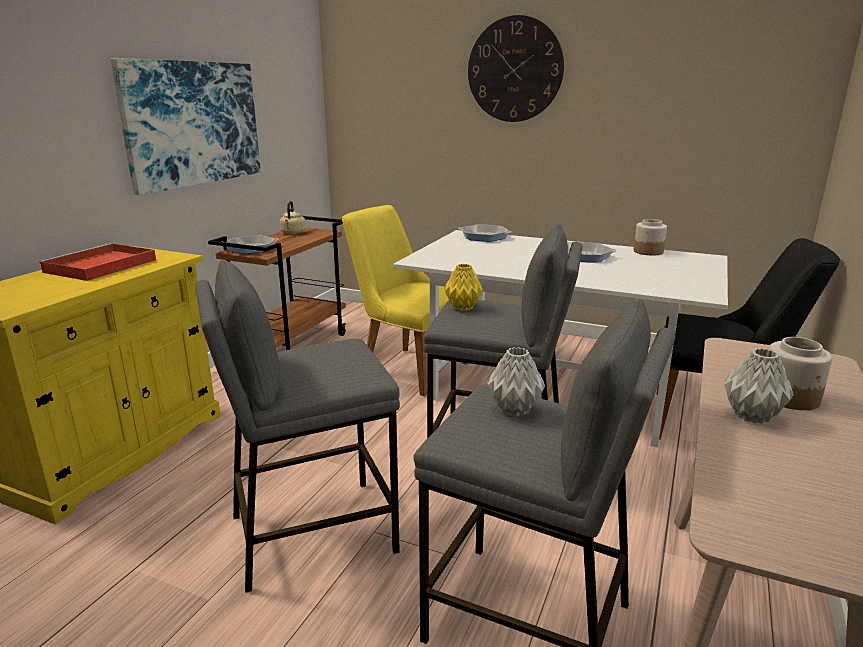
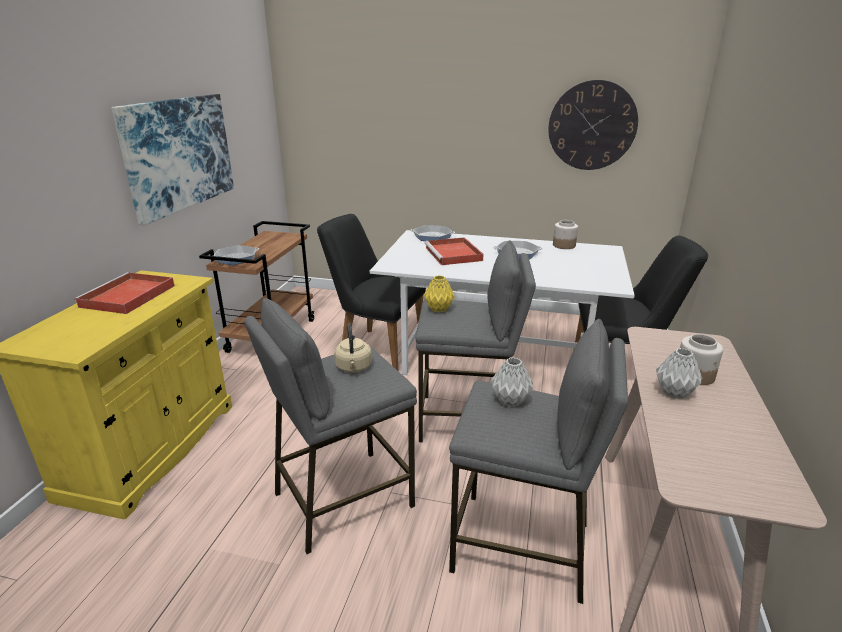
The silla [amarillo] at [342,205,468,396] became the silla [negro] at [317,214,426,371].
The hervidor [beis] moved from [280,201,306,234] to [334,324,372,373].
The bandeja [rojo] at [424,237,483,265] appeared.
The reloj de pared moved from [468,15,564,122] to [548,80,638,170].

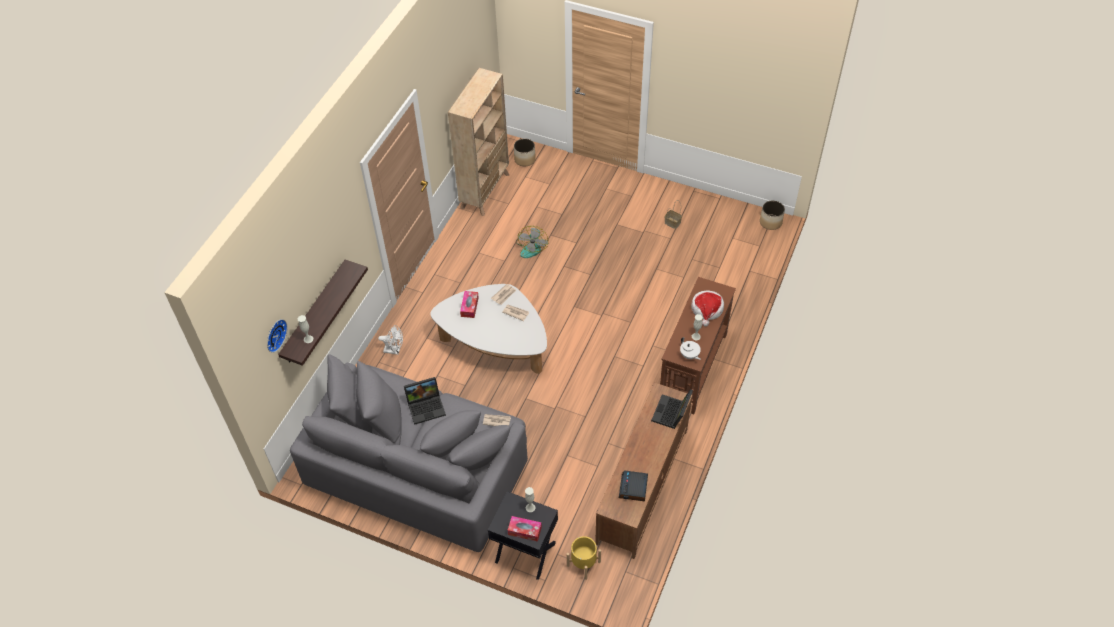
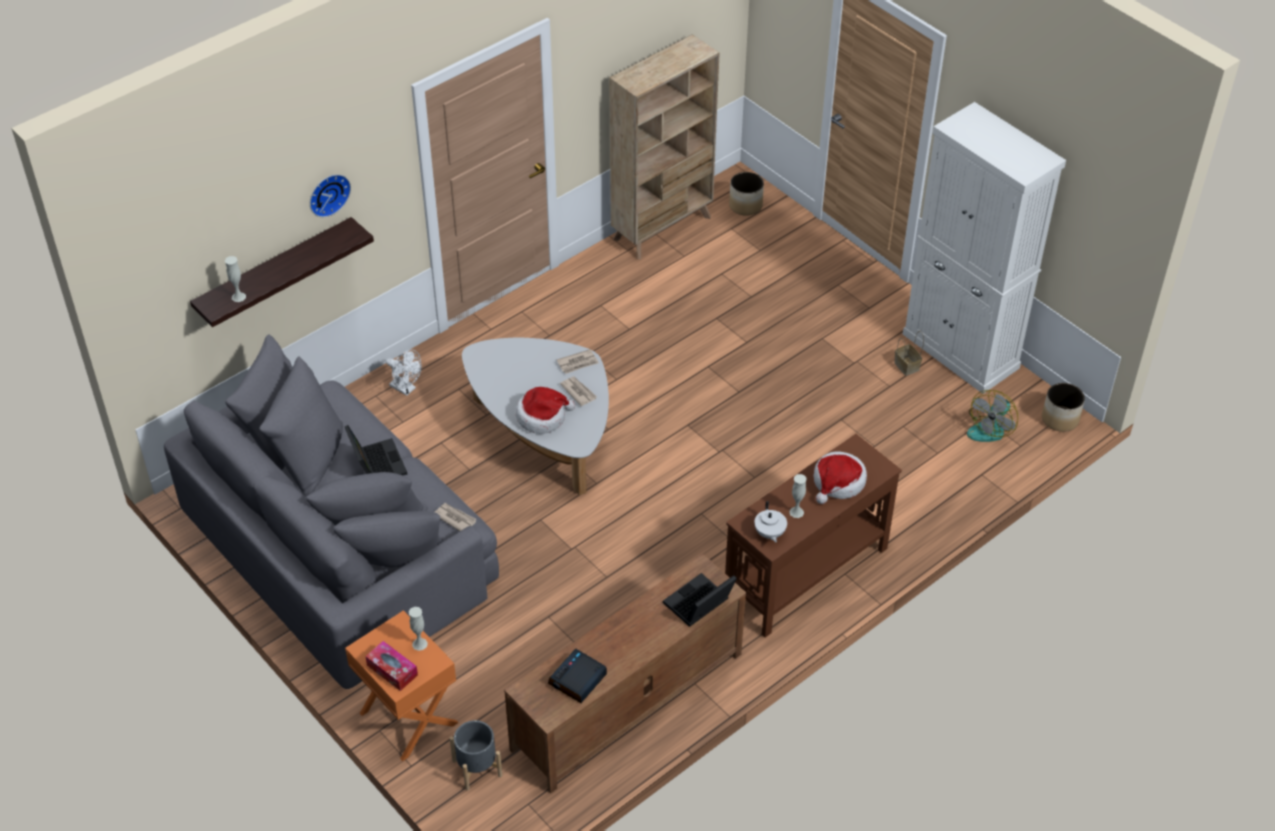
The reloj de pared moved from [267,319,287,353] to [310,174,351,217].
The portátil at [404,377,446,425] turned 120 degrees counterclockwise.
The mesa auxiliar [negro] at [488,491,558,580] became the mesa auxiliar [naranja] at [345,610,459,761].
The maceta [amarillo] at [567,536,601,580] became the maceta [gris] at [449,720,502,790].
The sombrero at [516,387,575,434] appeared.
The armario [blanco] at [903,102,1066,394] appeared.
The ventilador moved from [516,226,549,258] to [967,390,1018,442].
The caja de pañuelos at [460,291,479,318] disappeared.

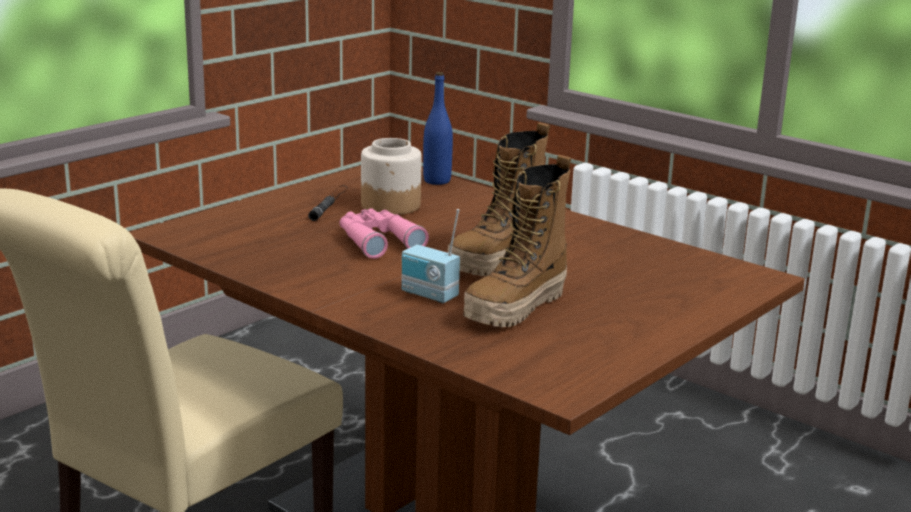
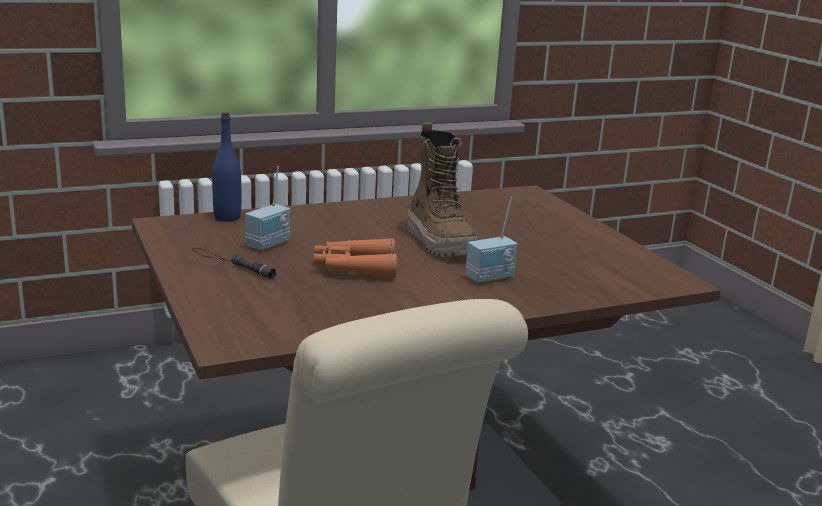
The tarro at [361,138,422,215] was replaced by the radio at [245,166,290,251].
The prismáticos [rosa] at [339,208,429,259] became the prismáticos [naranja] at [314,238,397,279].
The bota at [463,155,571,327] disappeared.

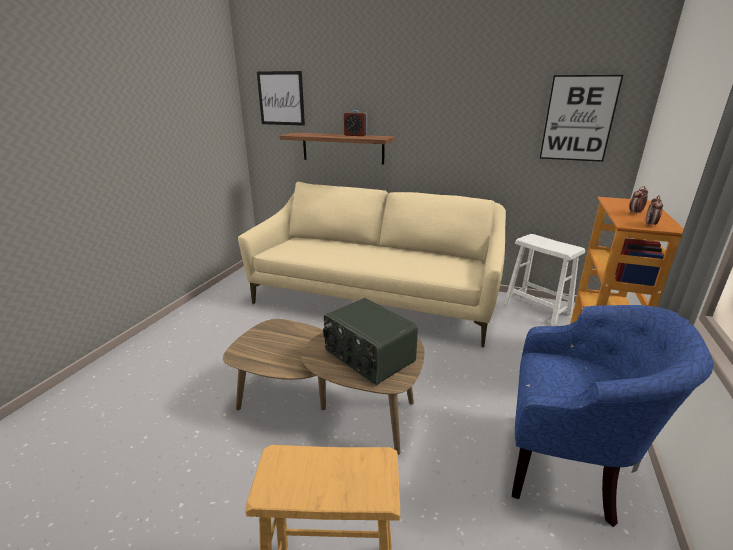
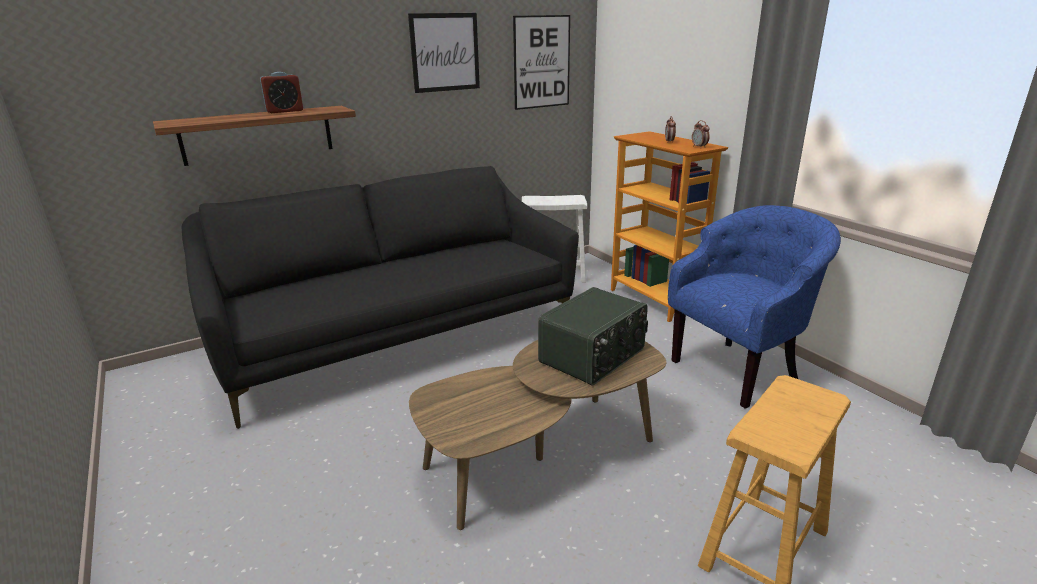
The sofá [beis] at [238,182,506,347] became the sofá [negro] at [181,166,579,429].
The cuadro moved from [257,71,305,126] to [408,13,480,93].
The radio at [323,298,418,385] turned 45 degrees counterclockwise.

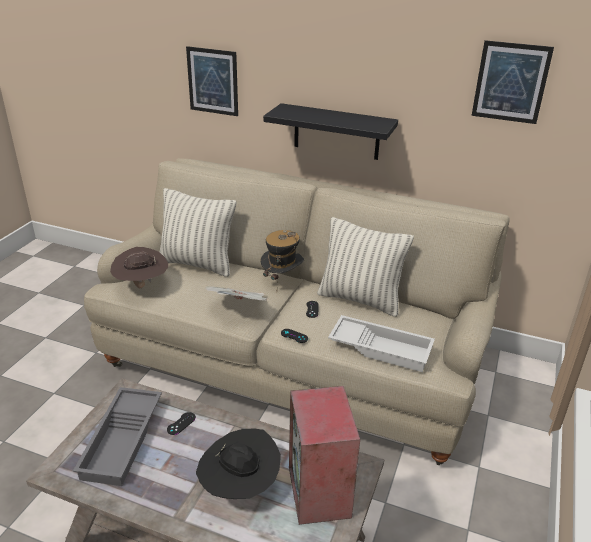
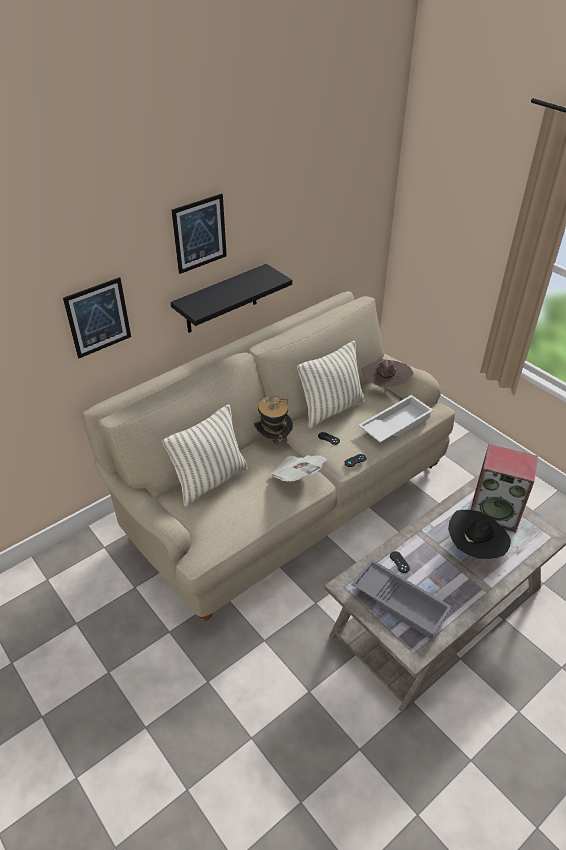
The cuadro moved from [472,40,554,124] to [171,193,227,274].
The sombrero [marrón] moved from [110,247,168,288] to [361,359,414,388].

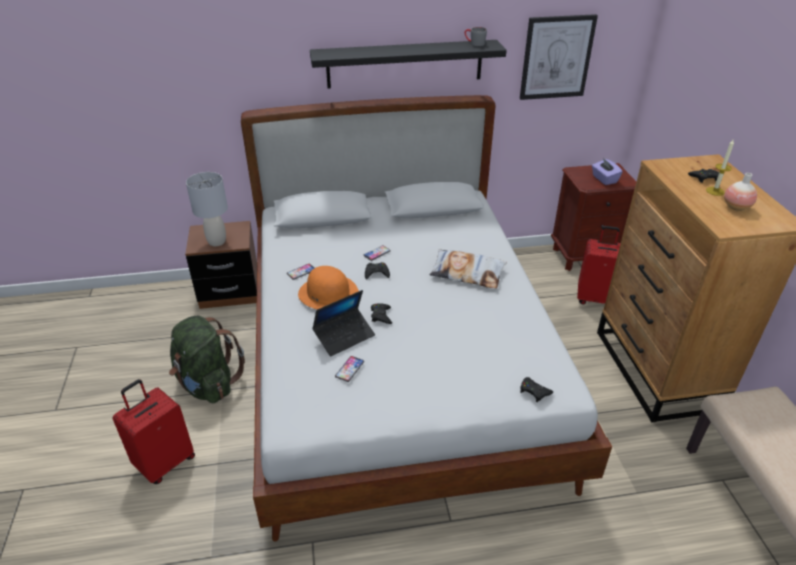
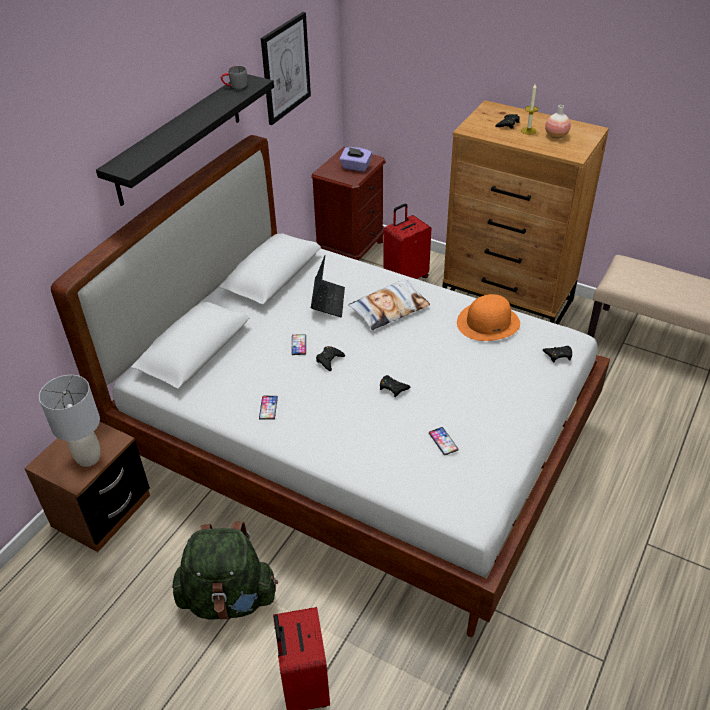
The portátil moved from [312,290,375,356] to [311,256,345,317].
The sombrero [naranja] moved from [298,266,359,309] to [457,294,520,341].

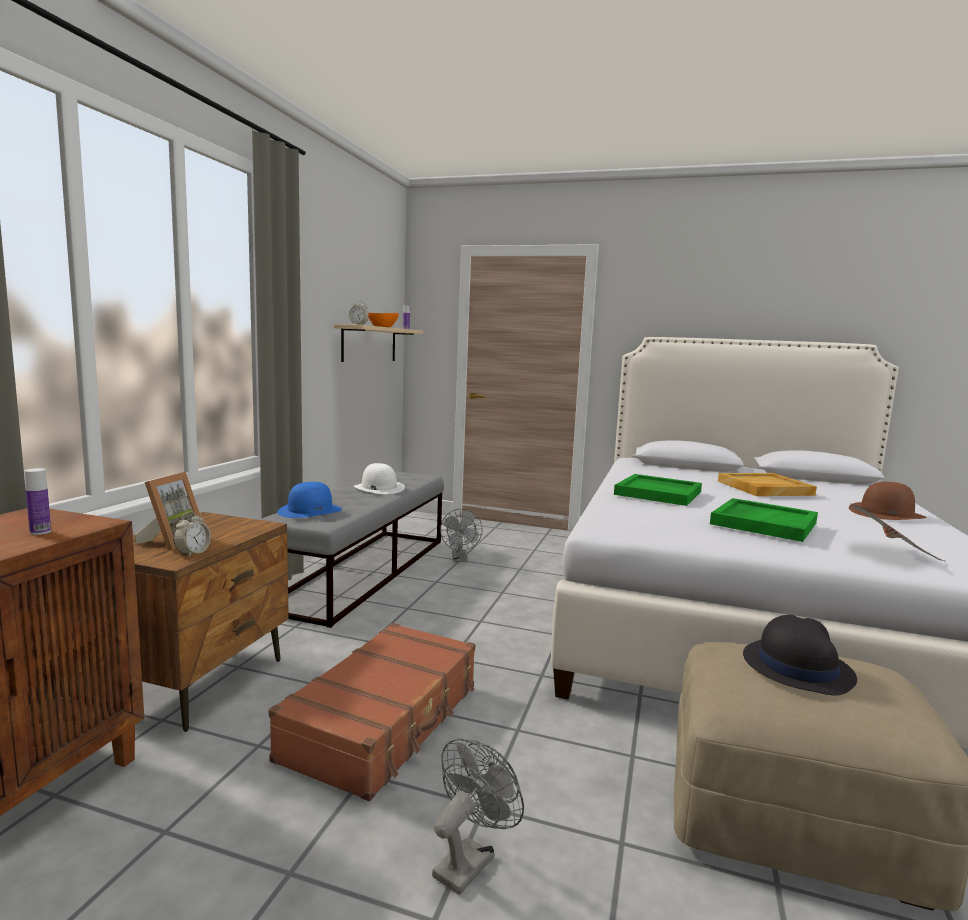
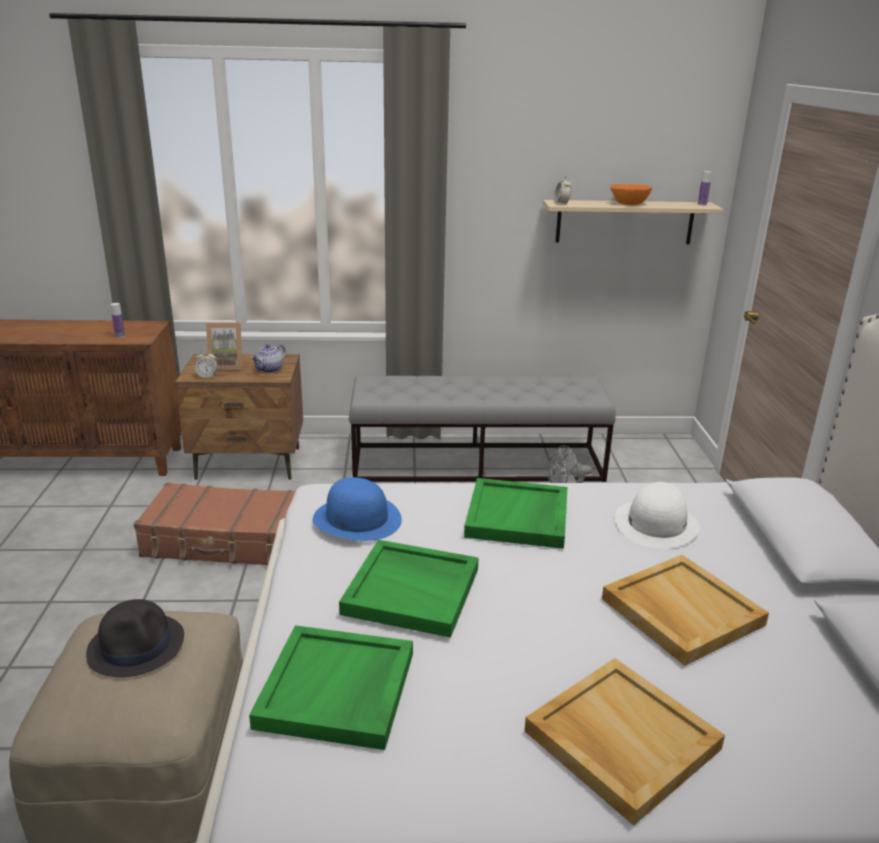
The periódico at [849,503,944,561] was replaced by the bandeja [verde] at [249,625,413,750].
The tetera at [251,344,286,373] appeared.
The sombrero [azul] moved from [278,482,342,518] to [313,477,402,541].
The sombrero [marrón] at [849,482,927,520] was replaced by the bandeja [beis] at [524,658,725,826].
The sombrero [blanco] moved from [354,463,405,494] to [615,482,700,549].
The ventilador [gris] at [432,738,524,895] disappeared.

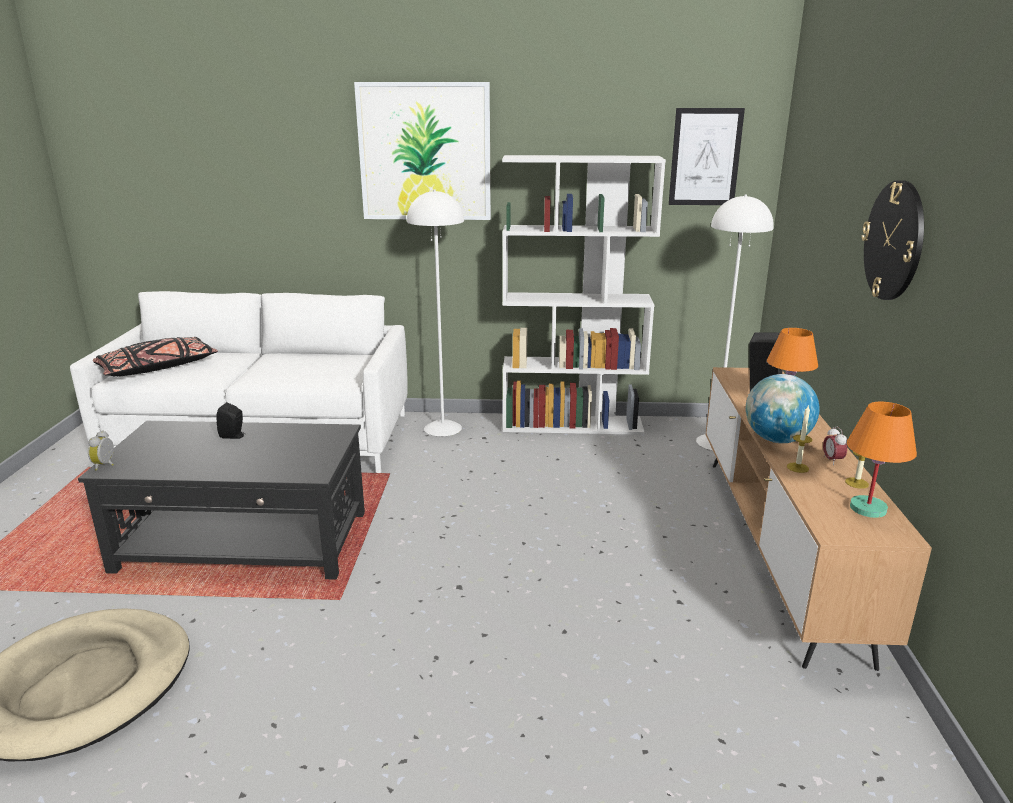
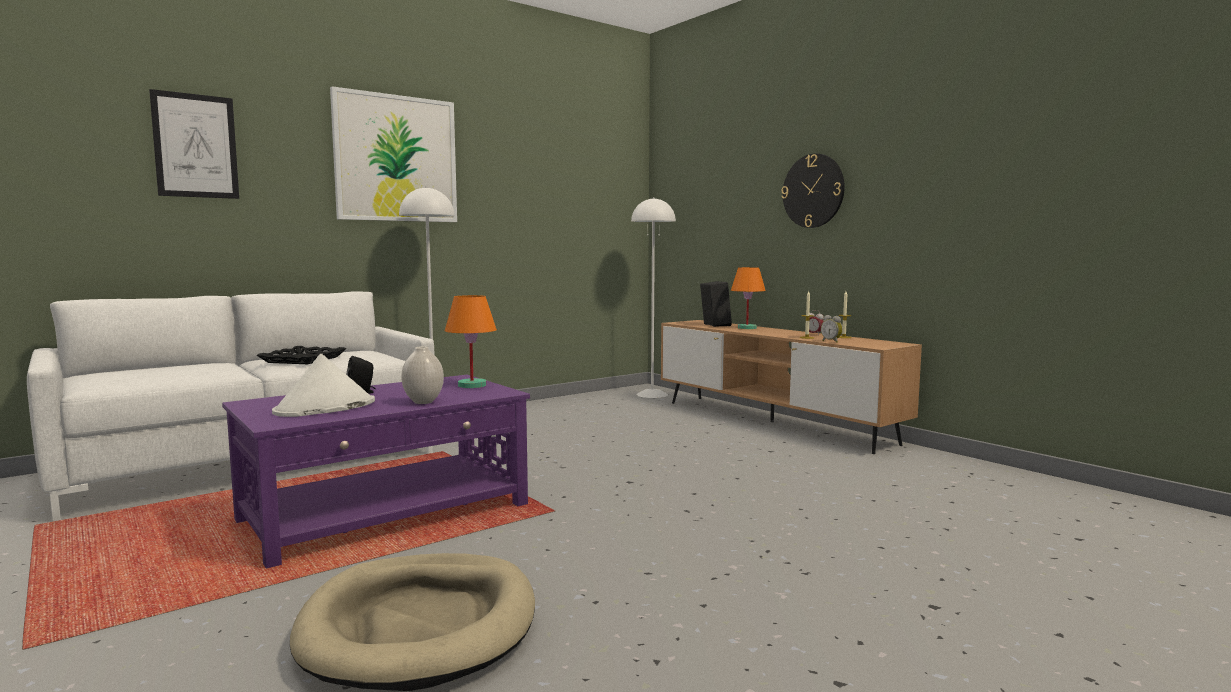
The cuadro moved from [669,108,745,205] to [149,89,239,199].
The mesa de centro [negro] at [78,421,365,580] became the mesa de centro [morado] at [222,375,530,569].
The bandeja [negro] at [256,346,347,364] appeared.
The sombrero [blanco] at [272,354,375,417] appeared.
The florero [blanco] at [401,346,444,404] appeared.
The lámpara de mesa [naranja] moved from [847,402,917,518] to [445,295,497,388].
The despertador moved from [88,430,114,470] to [821,315,843,343].
The cojín [negro] at [93,337,218,377] disappeared.
The estantería [blanco] at [502,155,666,435] disappeared.
The globo terráqueo at [746,374,820,443] disappeared.

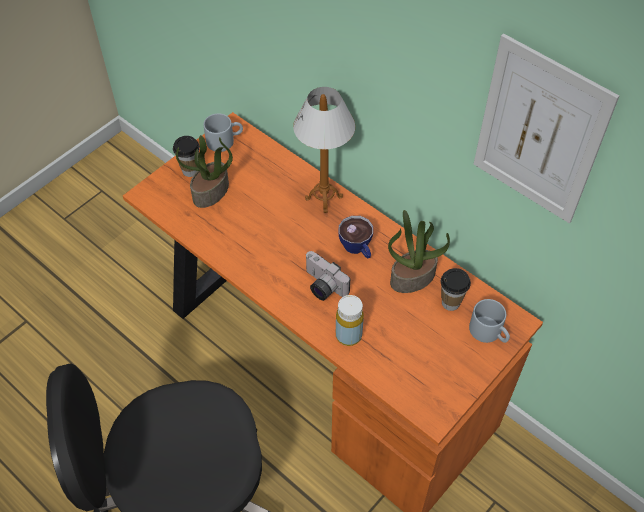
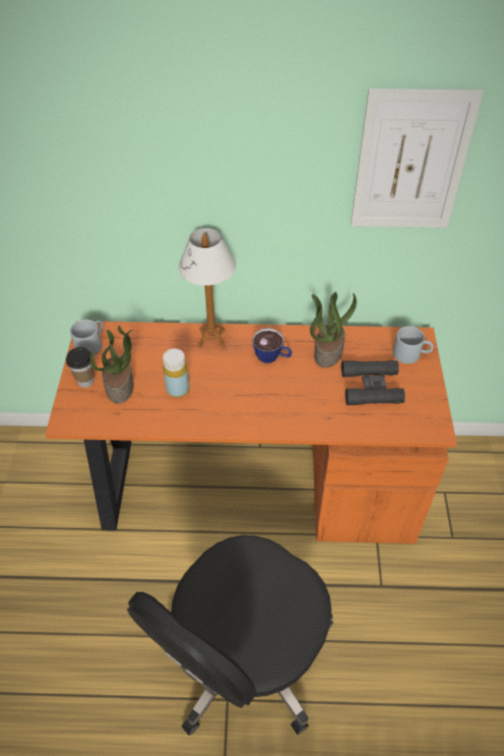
The botella [amarillo] moved from [336,295,364,346] to [163,349,189,398].
The prismáticos [negro] at [341,360,405,405] appeared.
The cámara at [305,251,350,301] disappeared.
The taza at [441,268,471,311] disappeared.

